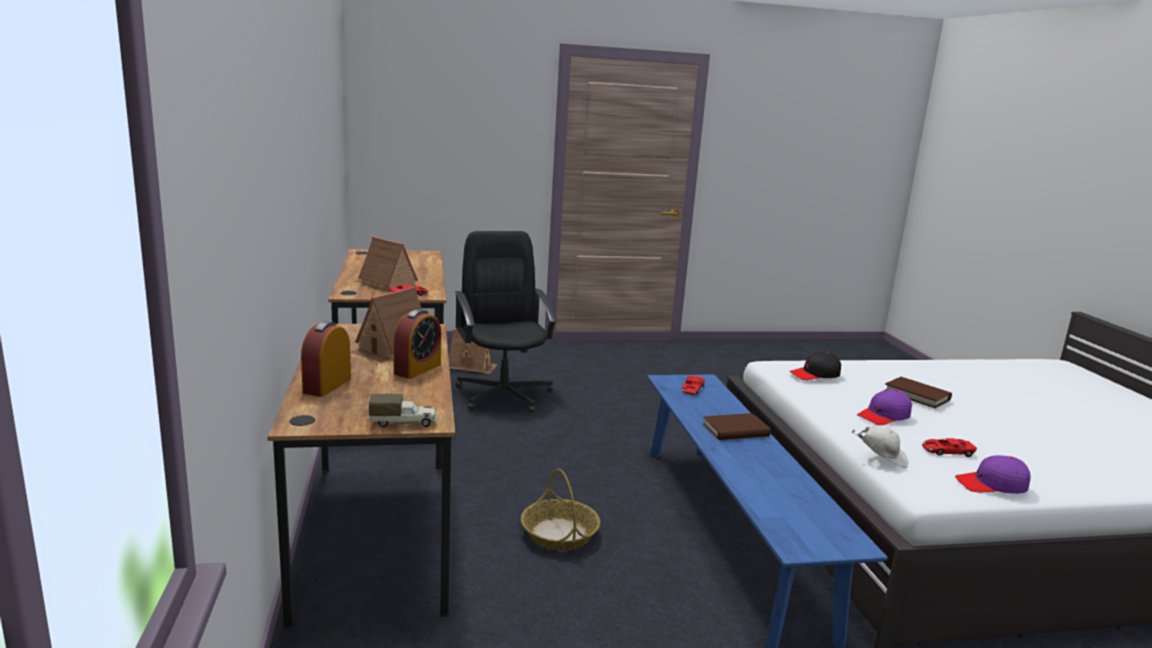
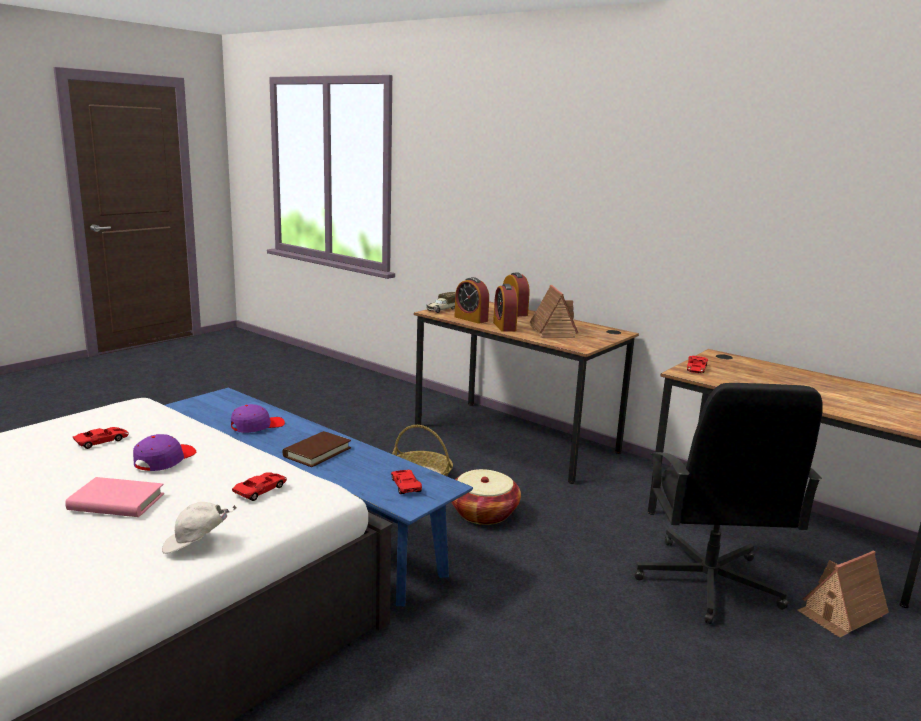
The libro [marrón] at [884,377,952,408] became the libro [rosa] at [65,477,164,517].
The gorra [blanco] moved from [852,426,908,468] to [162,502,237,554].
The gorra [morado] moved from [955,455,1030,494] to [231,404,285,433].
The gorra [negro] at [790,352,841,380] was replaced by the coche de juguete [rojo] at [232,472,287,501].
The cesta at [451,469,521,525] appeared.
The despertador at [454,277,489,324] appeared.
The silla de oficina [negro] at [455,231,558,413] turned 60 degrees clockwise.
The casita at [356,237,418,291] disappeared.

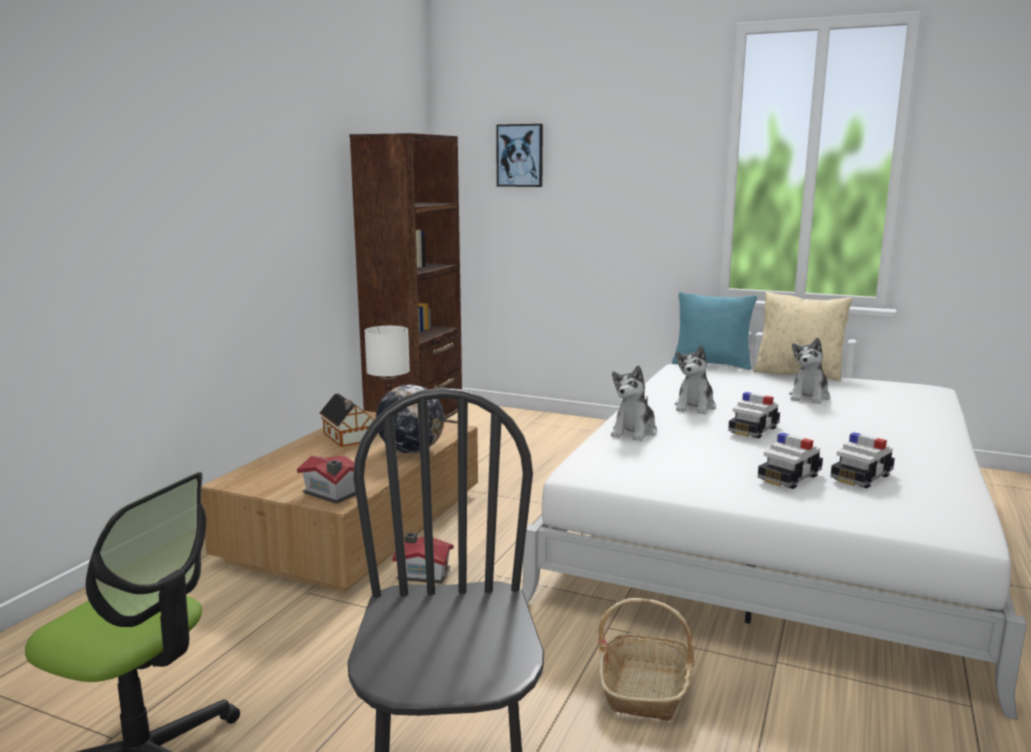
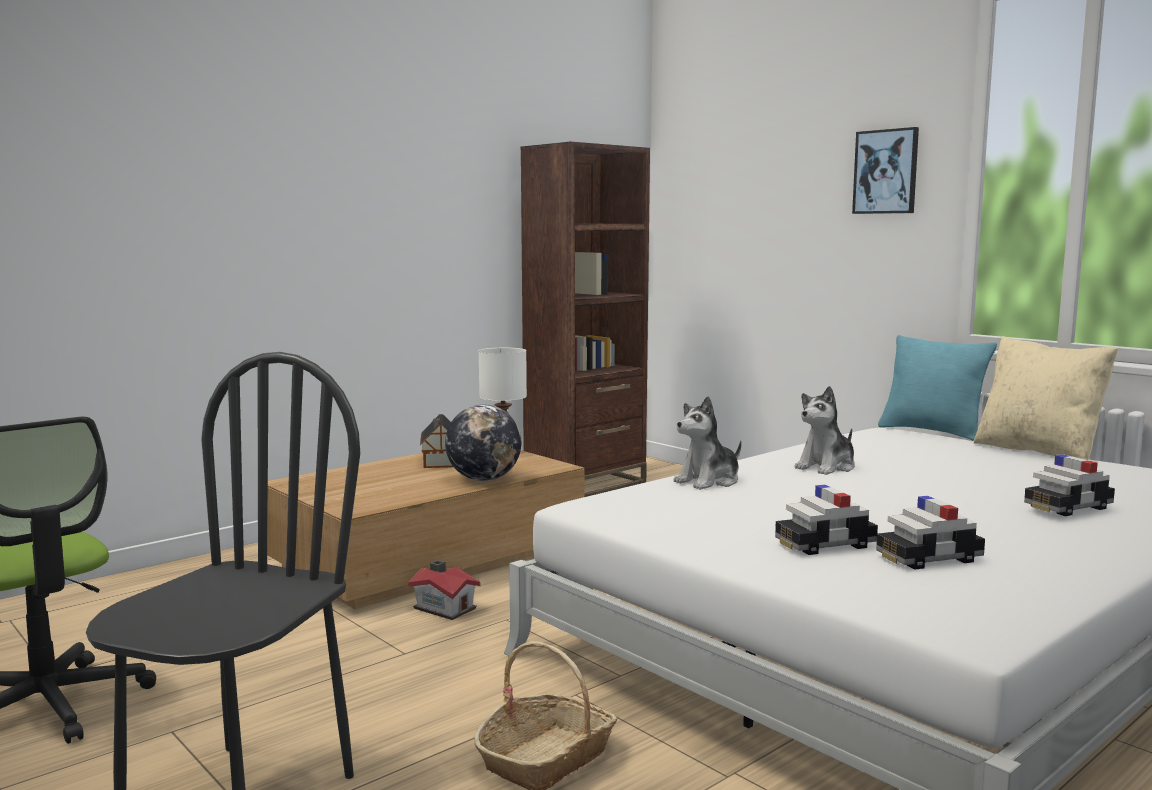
The cuadro moved from [496,124,543,187] to [852,127,919,214].
The coche de juguete moved from [728,392,780,438] to [1024,454,1115,516].
The casita at [297,456,356,504] disappeared.
The peluche at [789,338,831,404] disappeared.

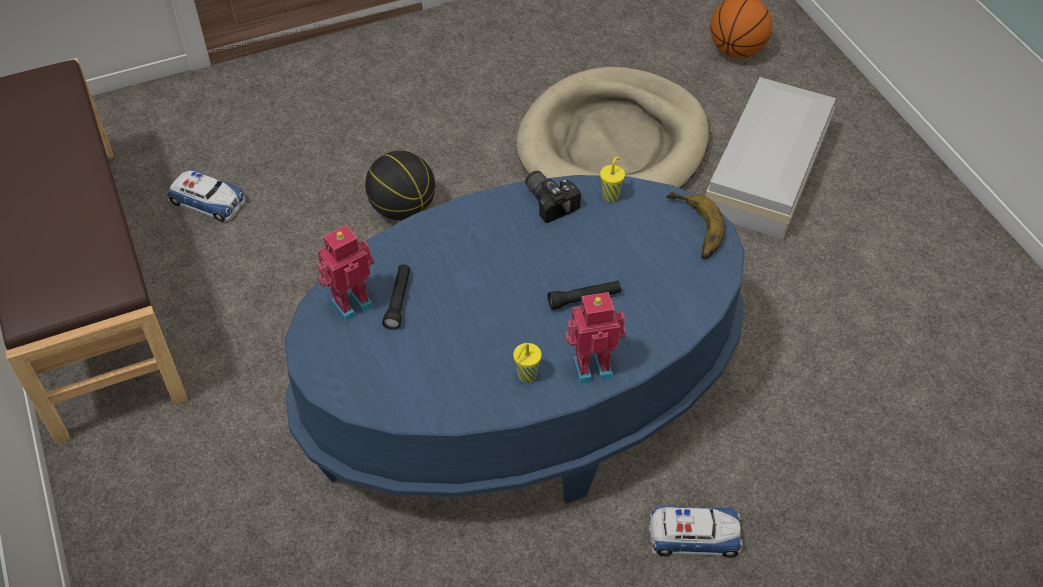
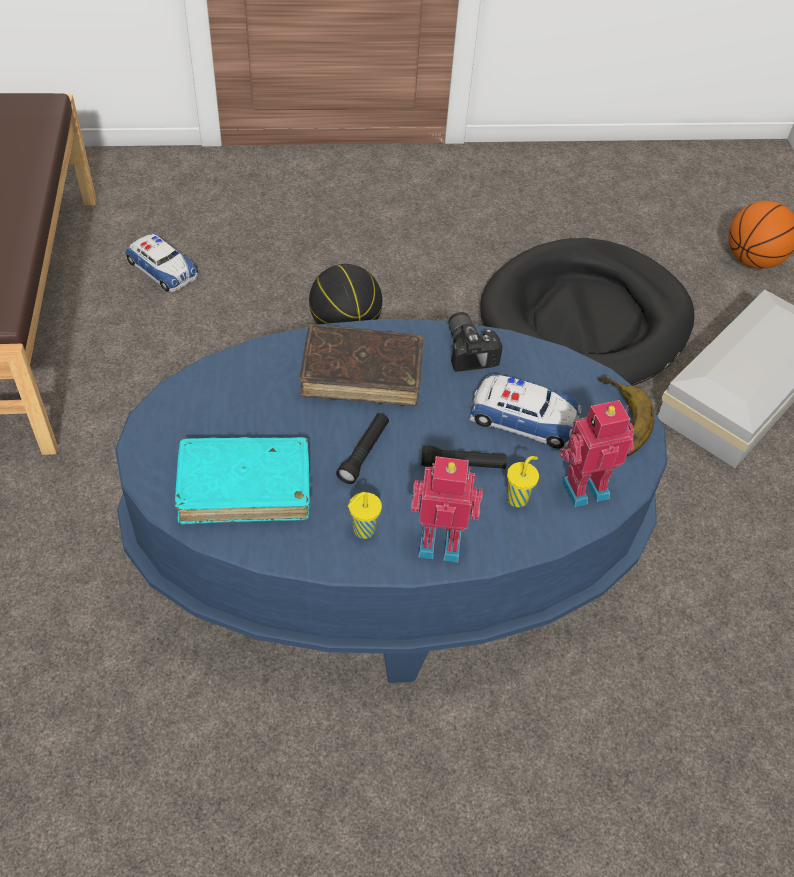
The libro [turquesa] at [175,437,310,524] appeared.
The libro [marrón] at [300,324,423,406] appeared.
The linterna [negro] moved from [382,264,411,330] to [336,413,389,484].
The coche de juguete moved from [649,505,743,558] to [469,374,582,449].
The cama para perro [beis] at [517,67,709,189] became the cama para perro [negro] at [480,238,694,386].
The taza [amarillo] moved from [600,157,625,202] to [507,456,539,507].
The robot de juguete moved from [317,225,374,322] to [560,400,634,507].

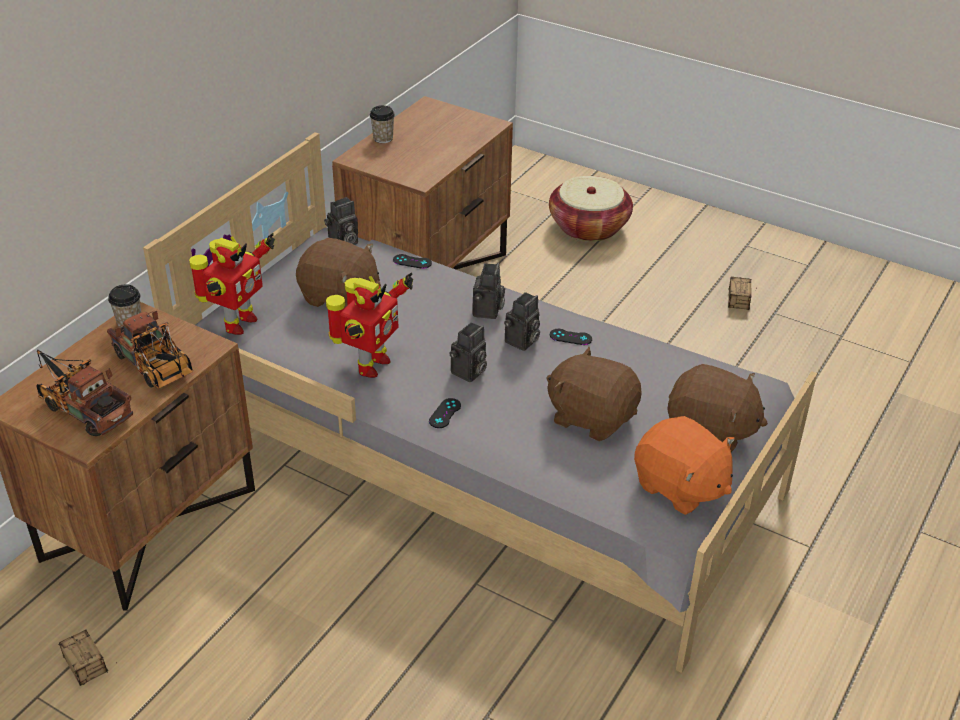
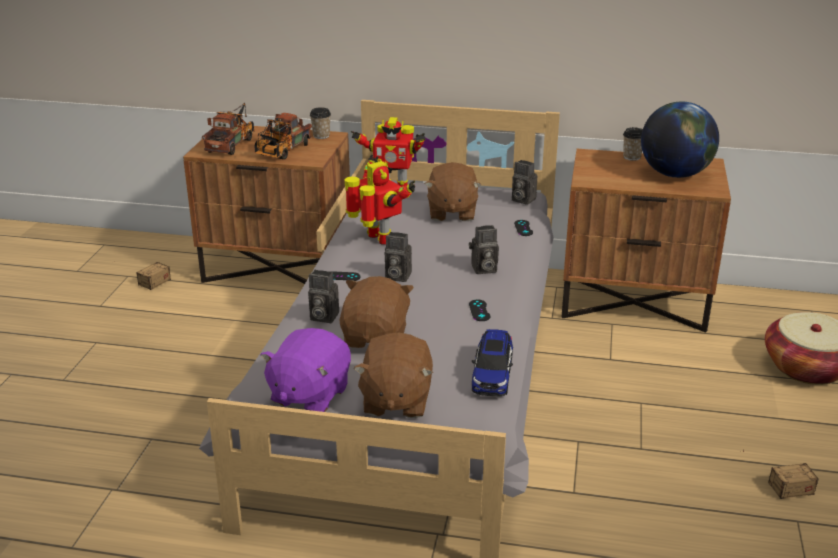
The peluche [naranja] at [634,416,735,515] became the peluche [morado] at [260,328,351,412].
The cámara moved from [504,292,540,351] to [308,270,339,323].
The robot de juguete at [326,273,413,378] turned 135 degrees counterclockwise.
The coche de juguete at [472,329,513,397] appeared.
The globo terráqueo at [641,101,719,178] appeared.

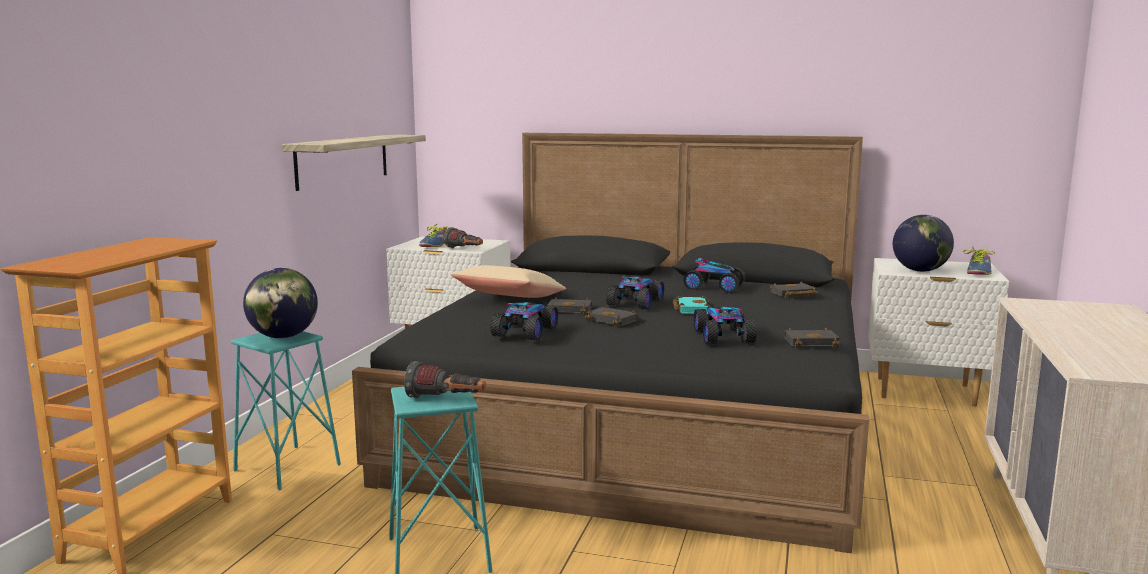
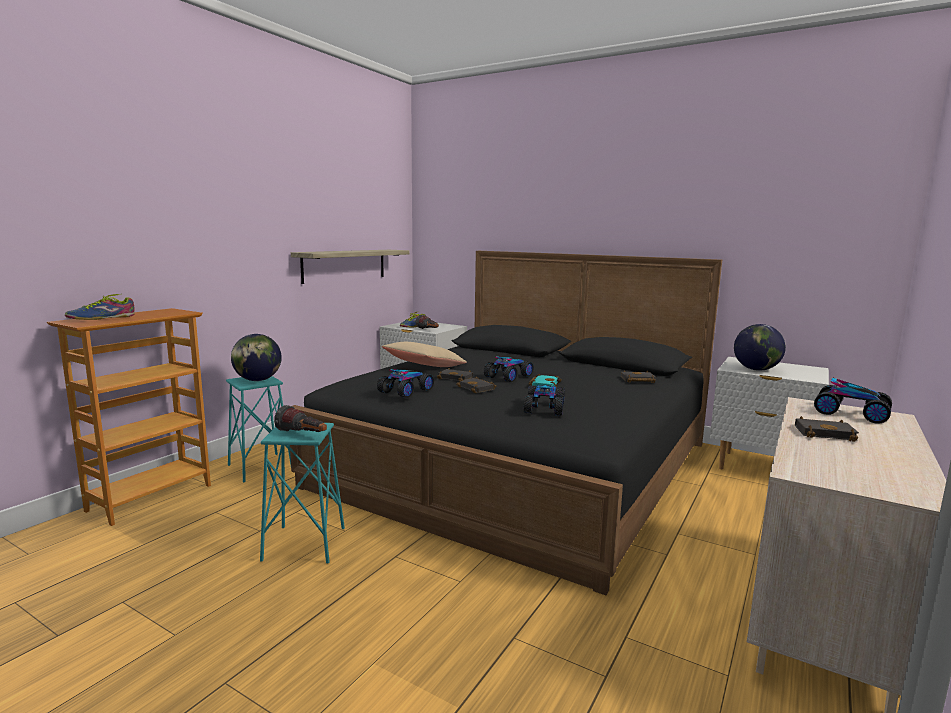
The zapato moved from [963,246,995,275] to [65,294,135,320].
The libro [negro] moved from [784,328,840,348] to [795,416,859,442].
The coche de juguete moved from [683,258,745,293] to [814,378,892,424].

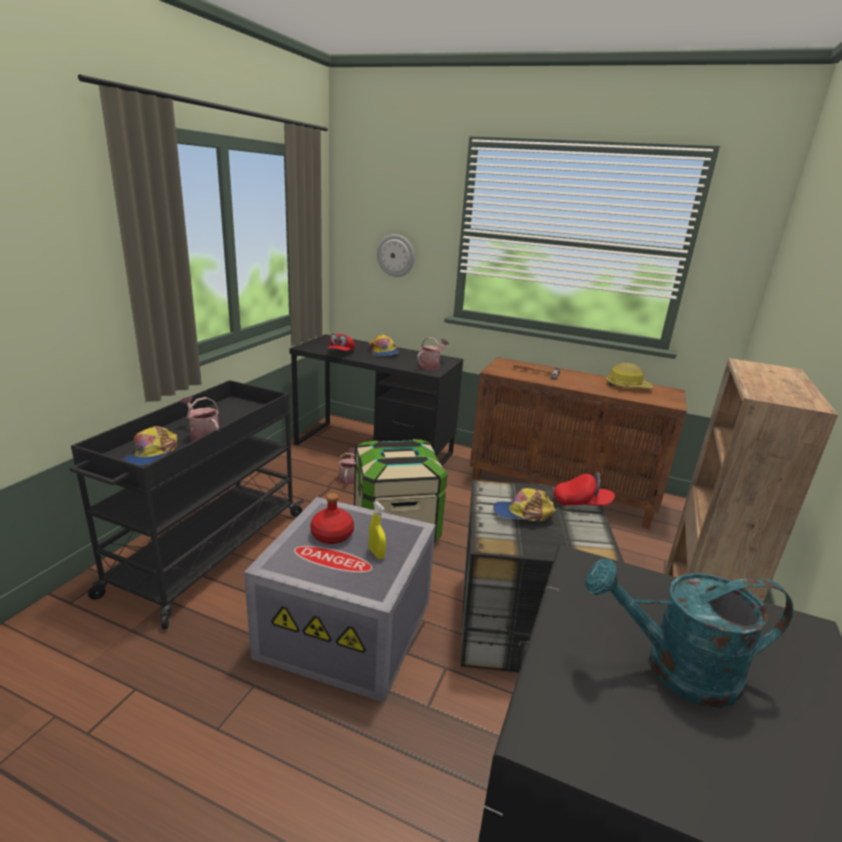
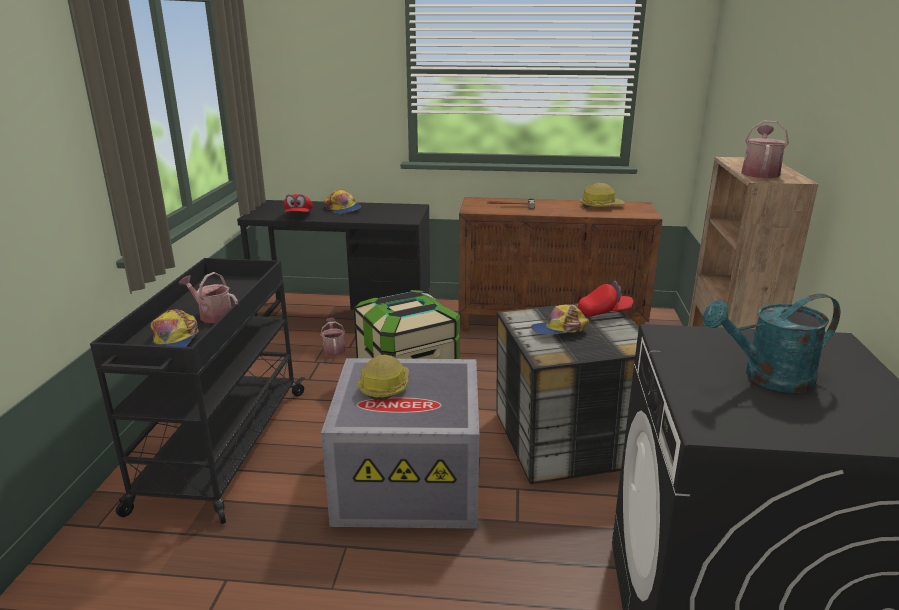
The botella [rojo] at [310,493,354,544] was replaced by the casco at [358,355,409,400].
The regadera moved from [417,337,449,370] to [741,121,789,178].
The pulverizador [amarillo] at [369,501,386,559] disappeared.
The reloj de pared at [377,234,415,277] disappeared.

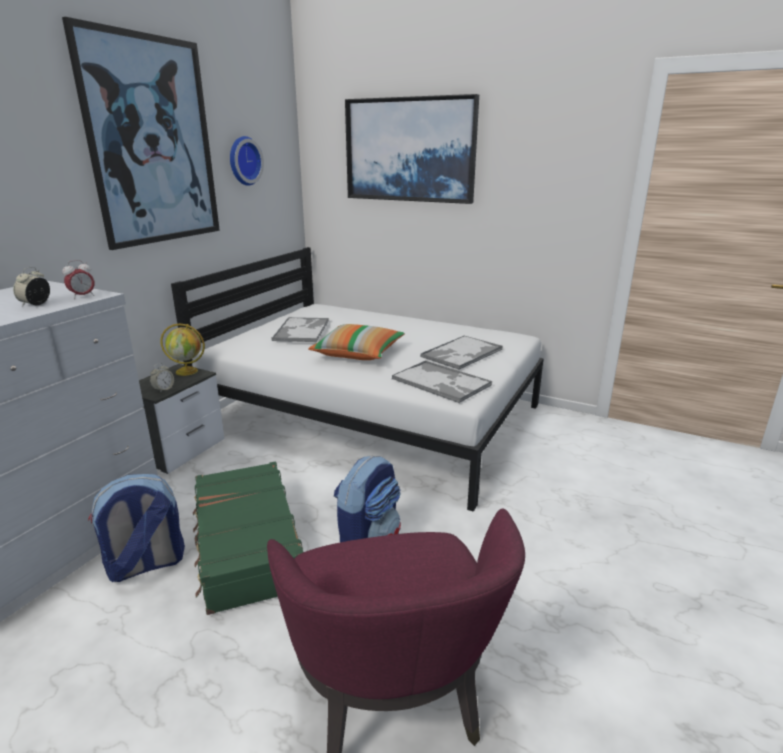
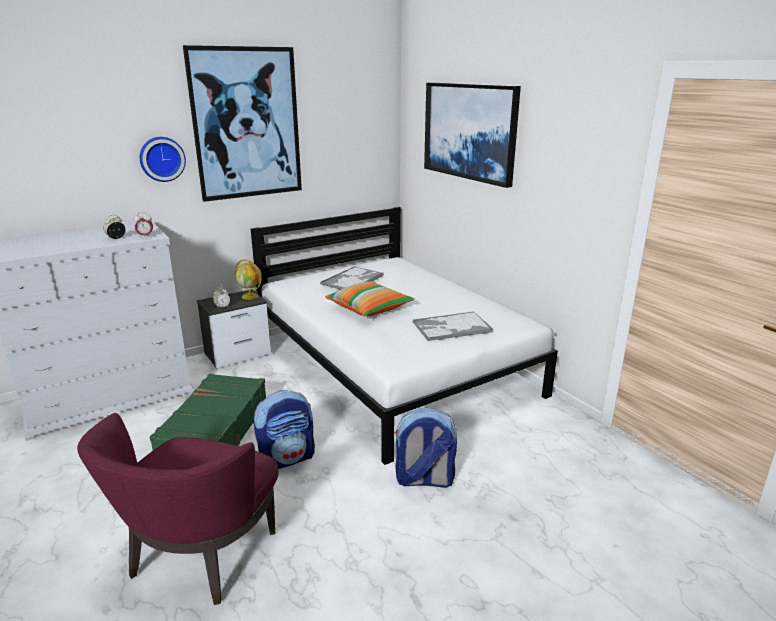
The reloj de pared moved from [230,136,264,186] to [140,137,186,182].
The mochila moved from [88,474,185,582] to [394,408,457,488].
The bandeja at [392,361,492,403] disappeared.

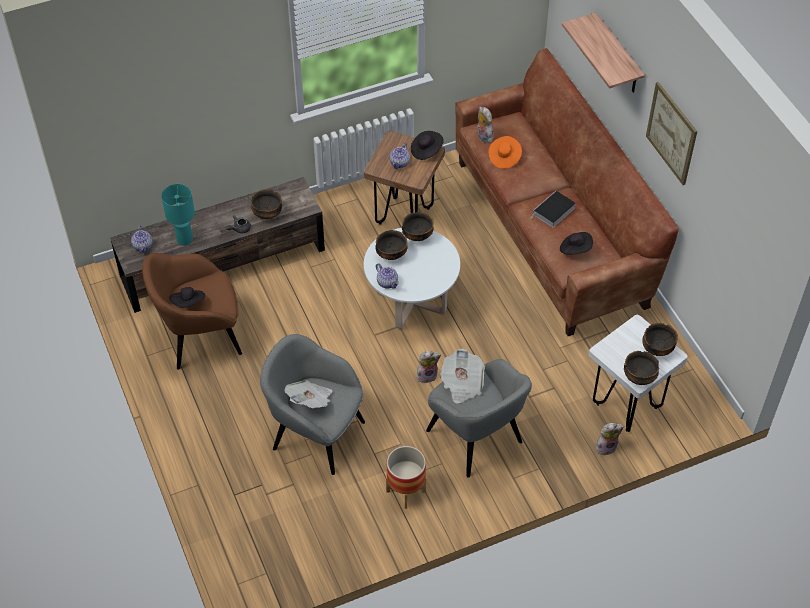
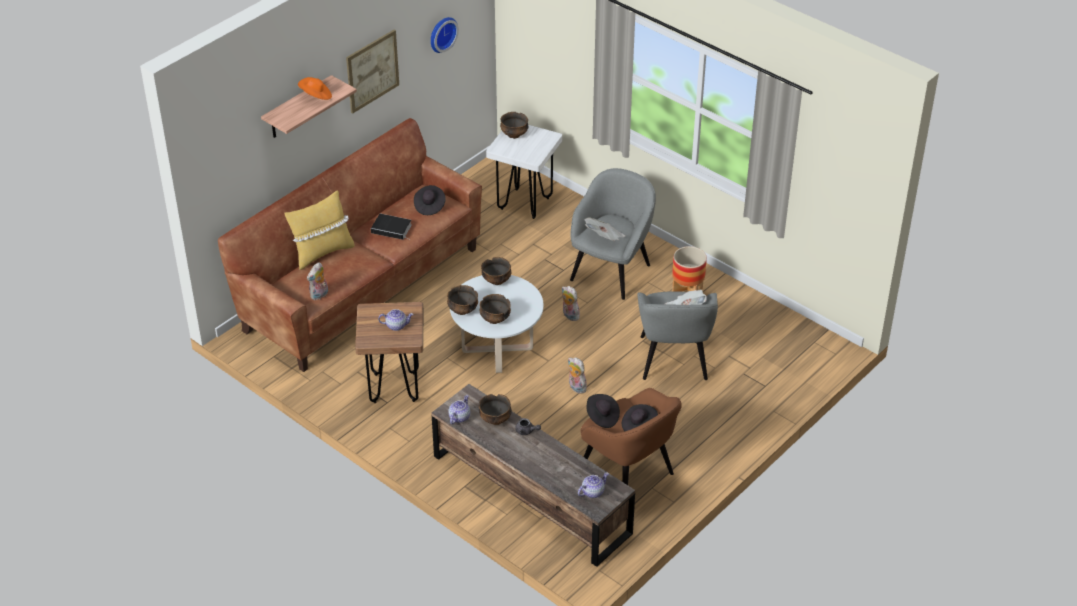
The cojín [amarillo] at [285,191,355,270] appeared.
The sombrero [naranja] moved from [489,136,522,169] to [298,77,332,100].
The reloj de pared at [431,17,459,53] appeared.
The tetera moved from [376,263,399,288] to [448,395,470,424].
The cuenco moved from [624,351,659,385] to [481,257,512,285].
The peluche moved from [596,423,624,455] to [568,357,587,394].
The sombrero [negro] moved from [411,131,444,160] to [587,394,620,428].
The lámpara de mesa [turquesa] at [161,184,195,246] disappeared.

